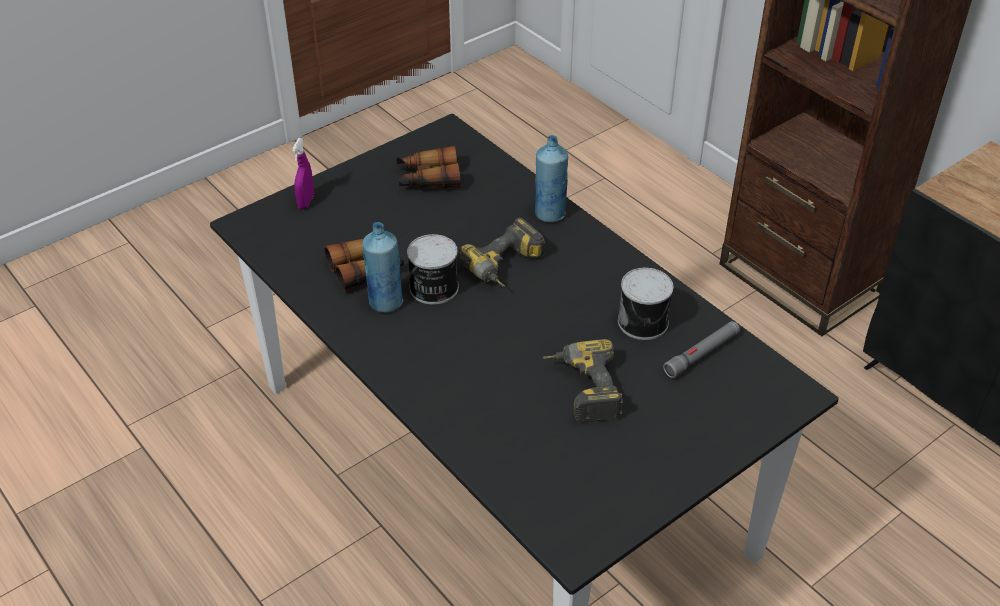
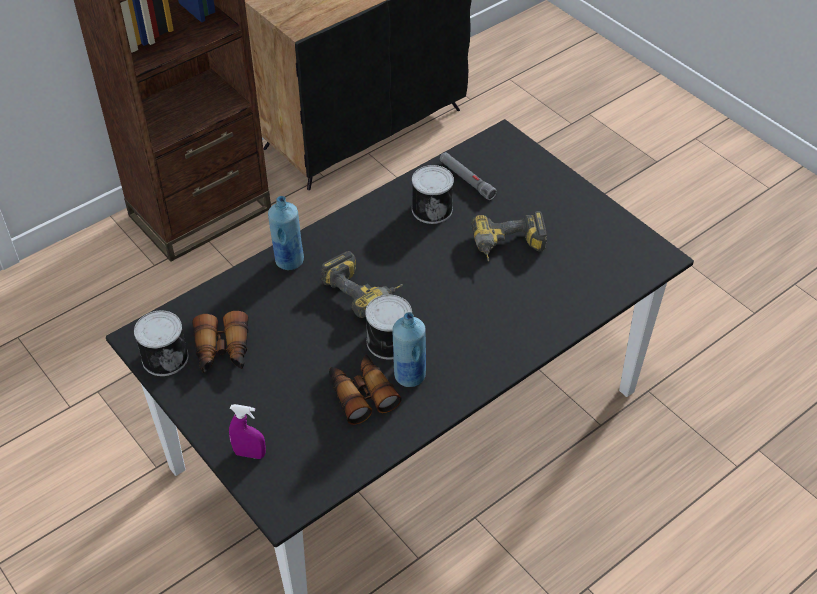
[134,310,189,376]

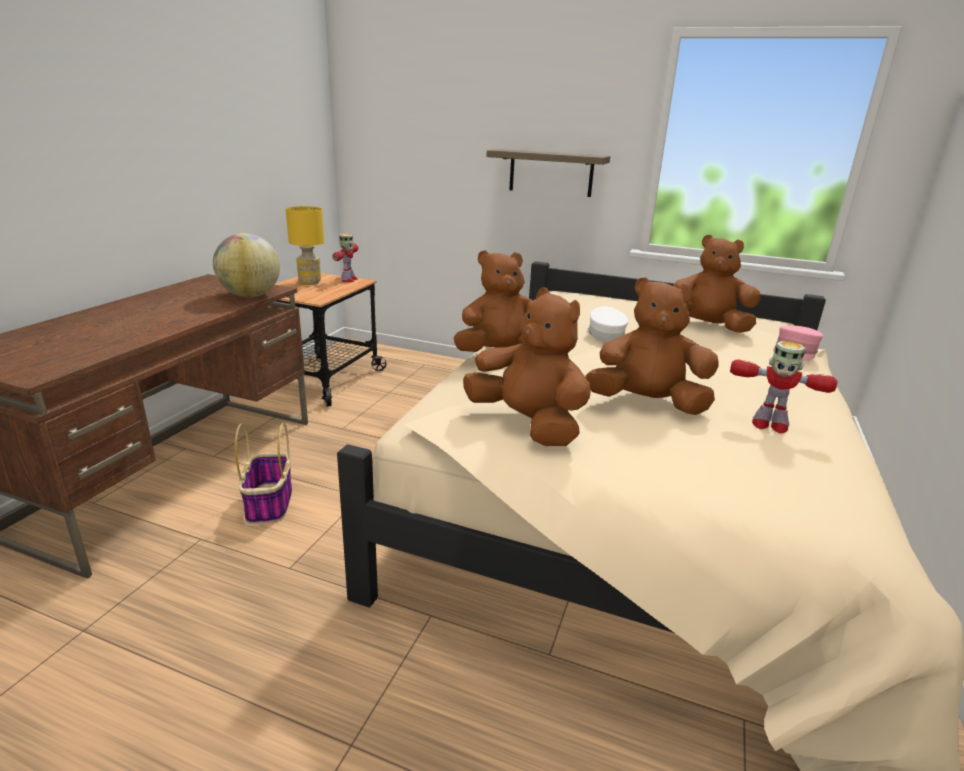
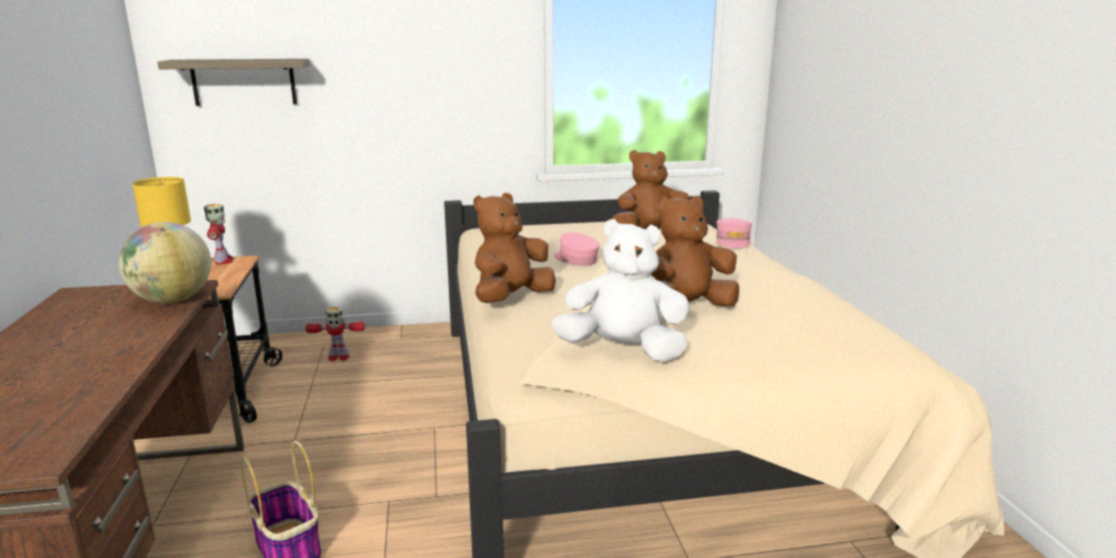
[157,59,310,106]
[305,307,365,361]
[551,219,690,362]
[554,232,599,266]

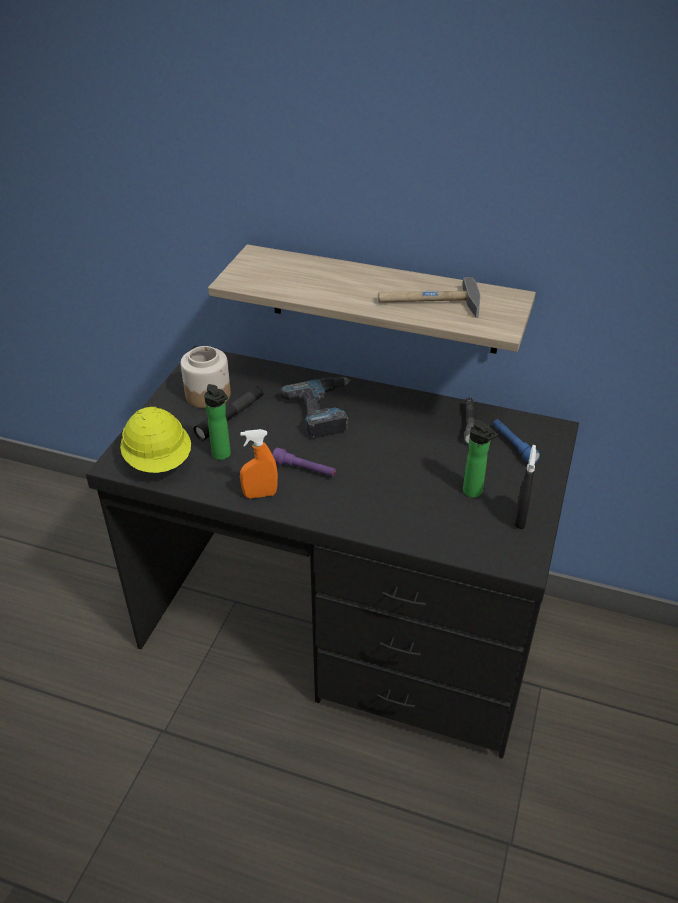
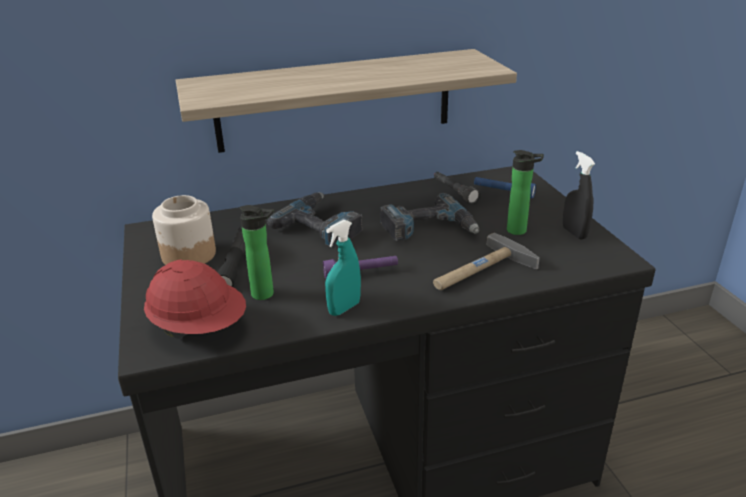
[380,193,479,241]
[433,233,540,290]
[144,259,246,338]
[325,220,361,316]

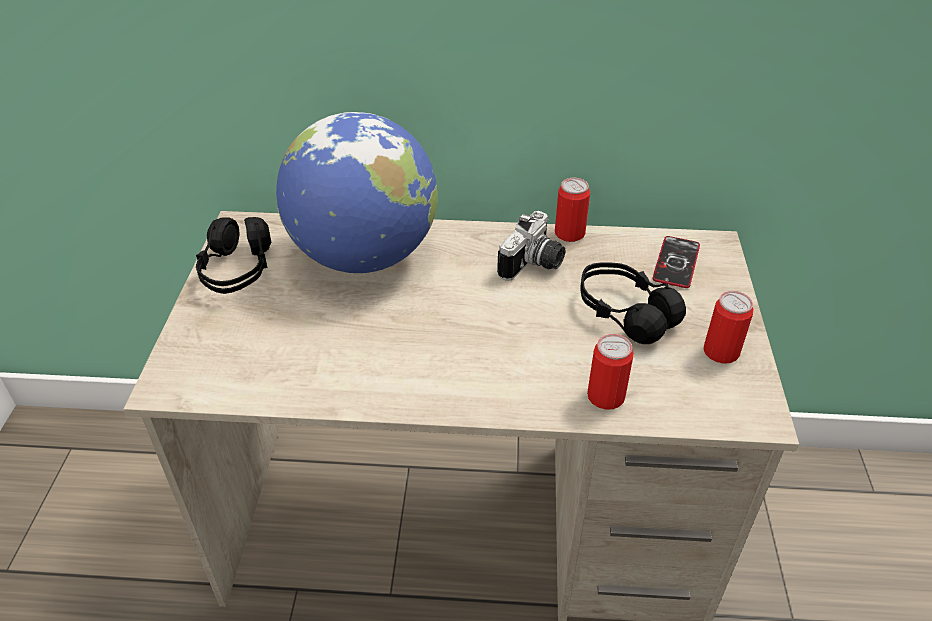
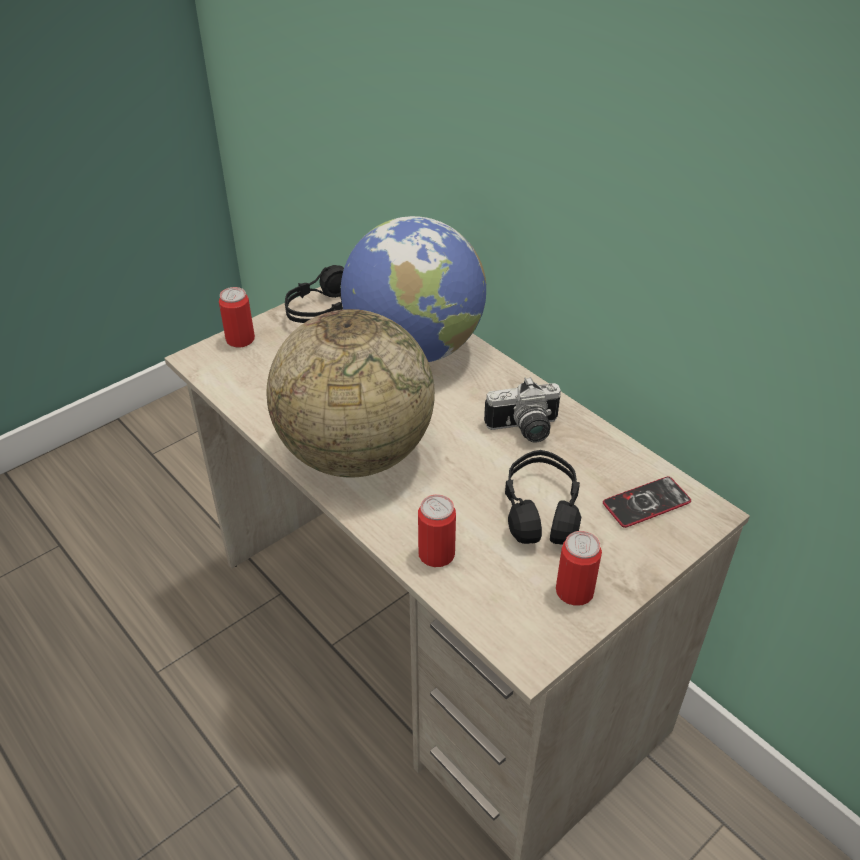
[267,309,435,478]
[219,287,255,347]

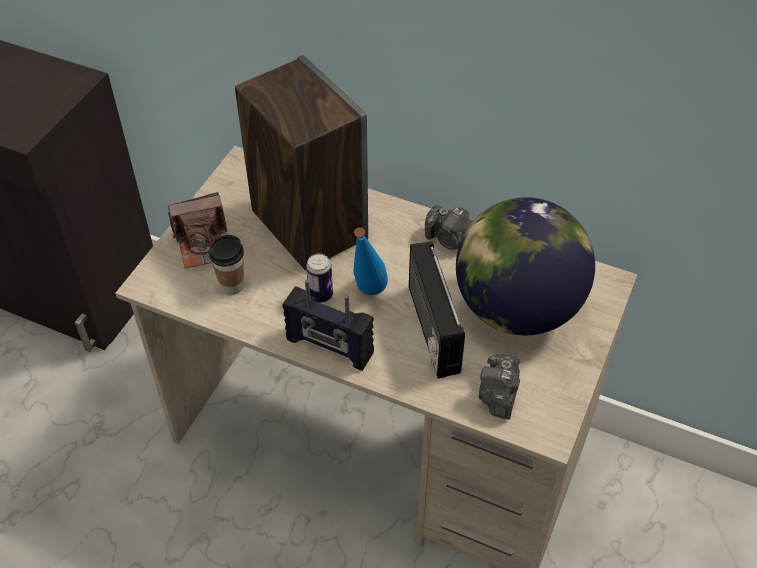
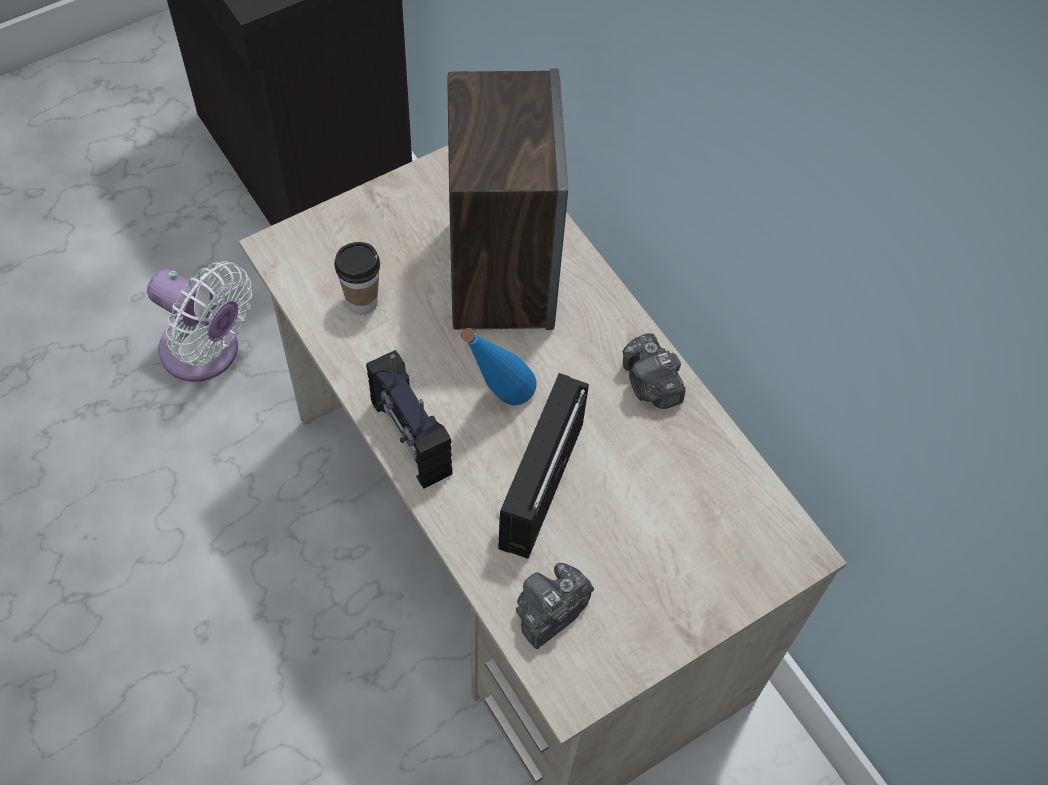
[168,192,227,269] (first image)
[306,254,333,303] (first image)
[456,197,595,335] (first image)
[147,261,252,382]

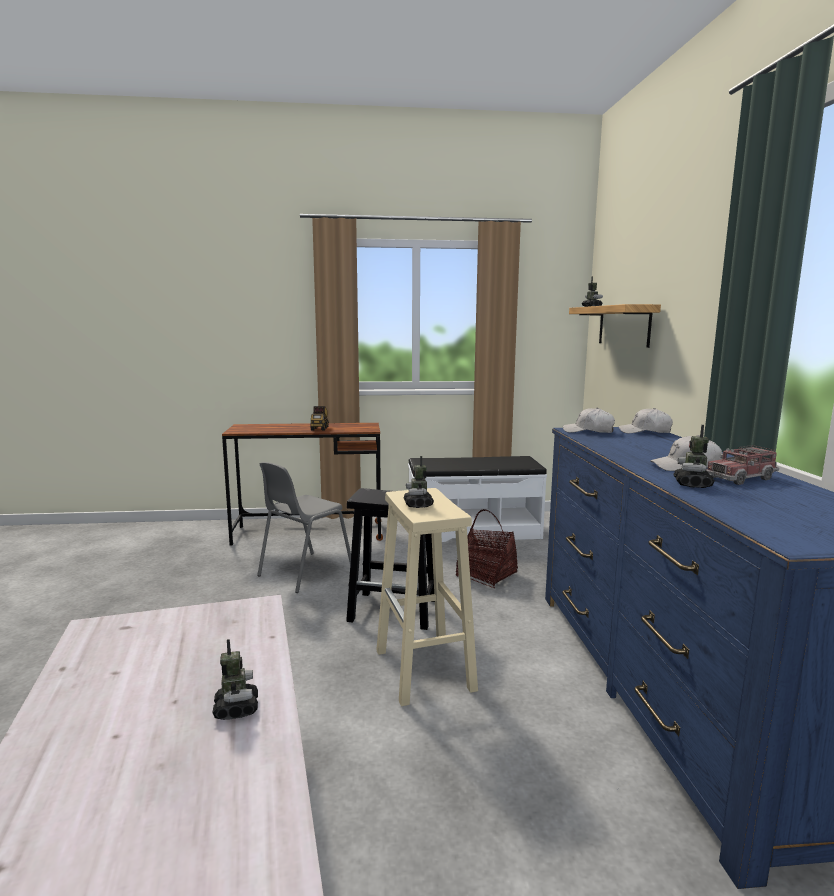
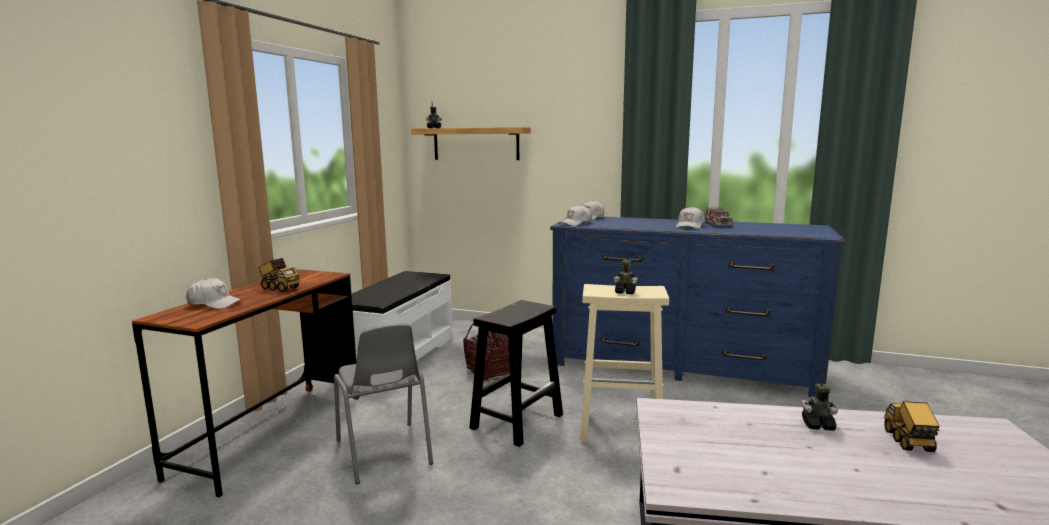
[673,425,715,488] (first image)
[186,278,243,309]
[884,401,940,452]

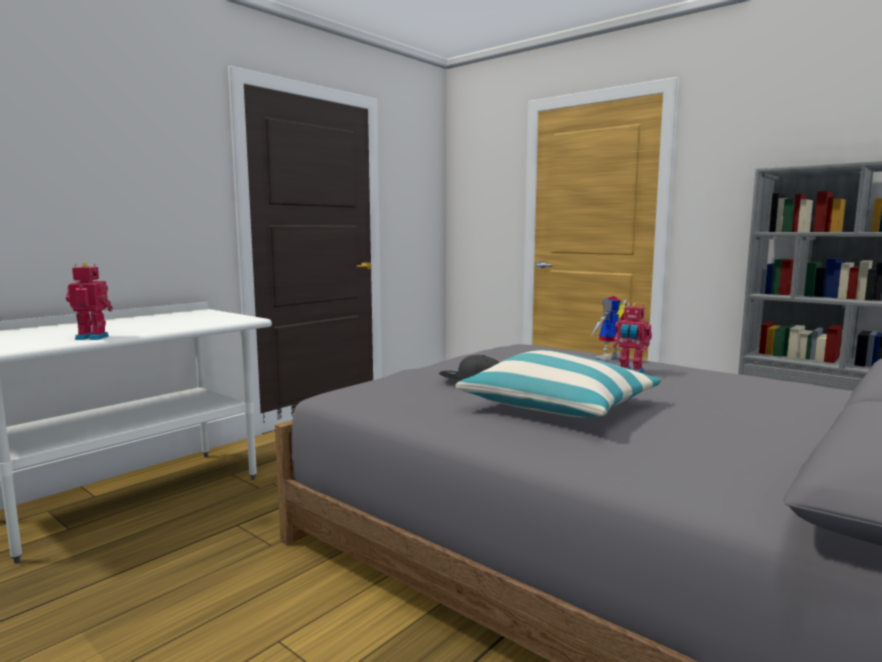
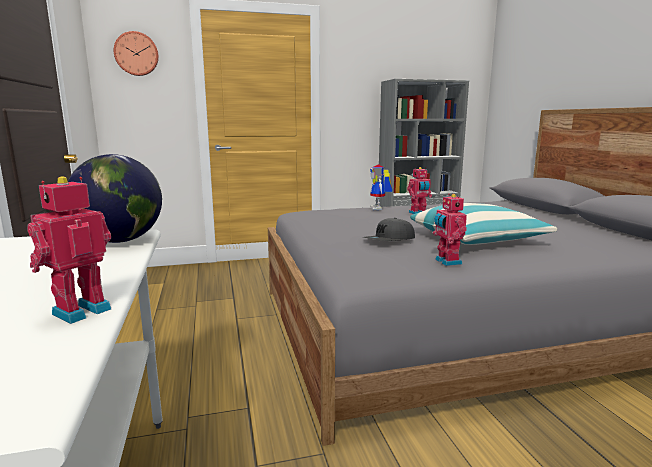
[68,154,162,243]
[114,31,159,76]
[433,194,467,266]

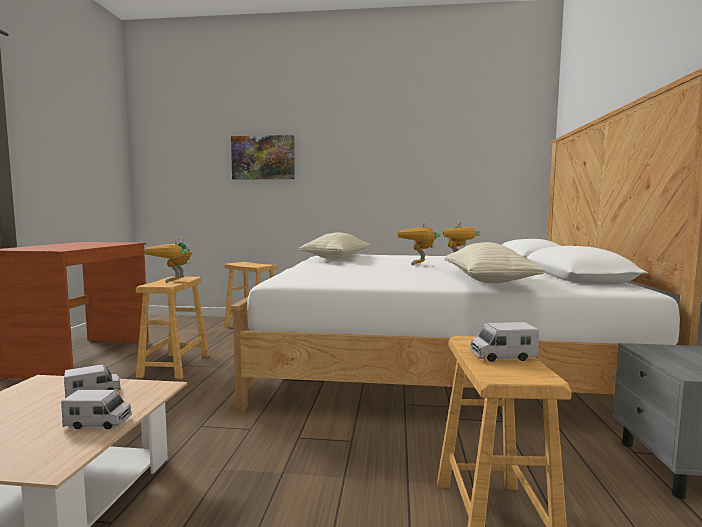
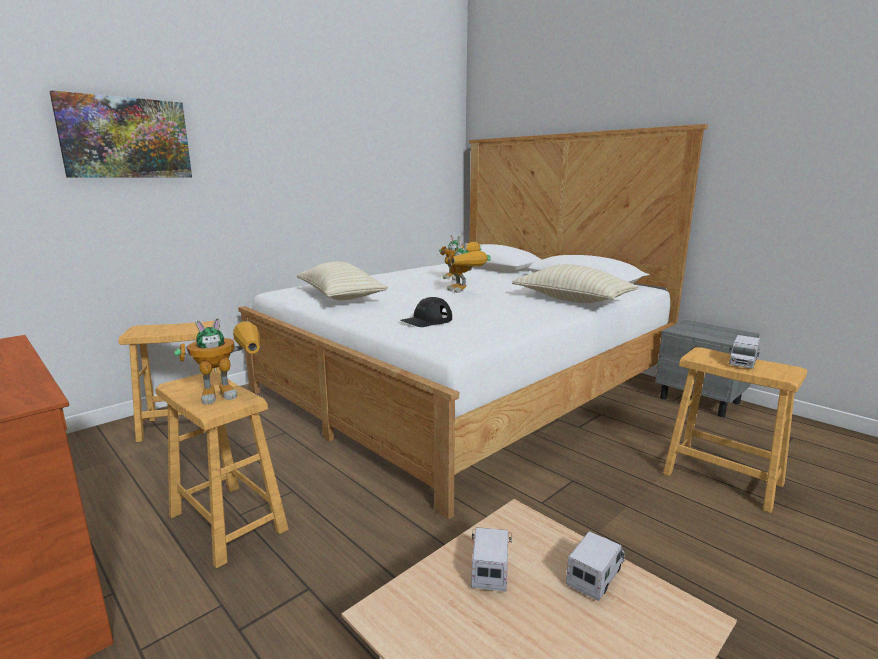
[400,297,452,327]
[174,317,260,405]

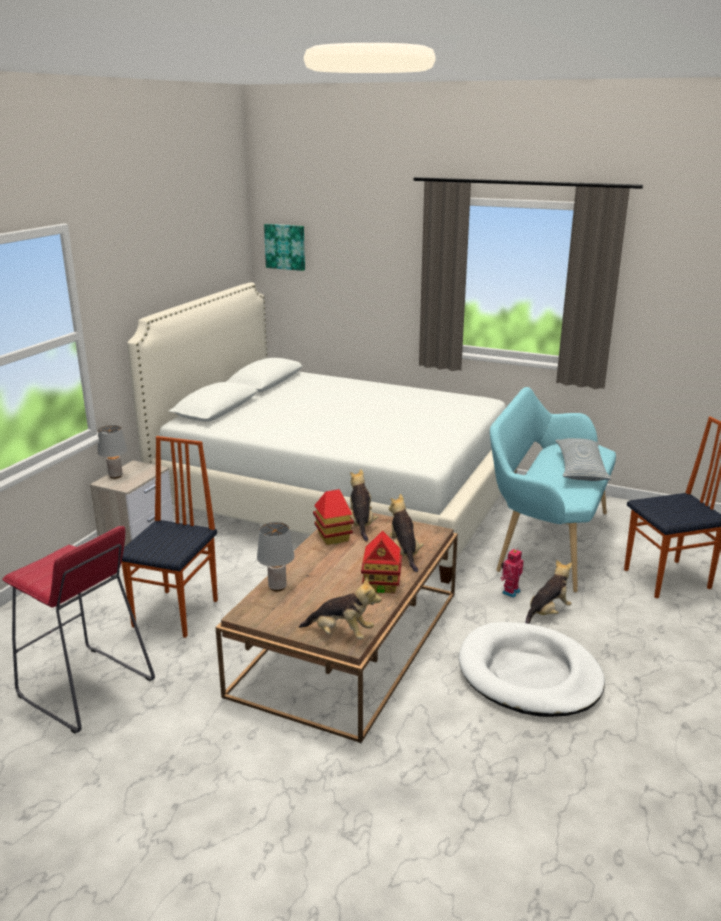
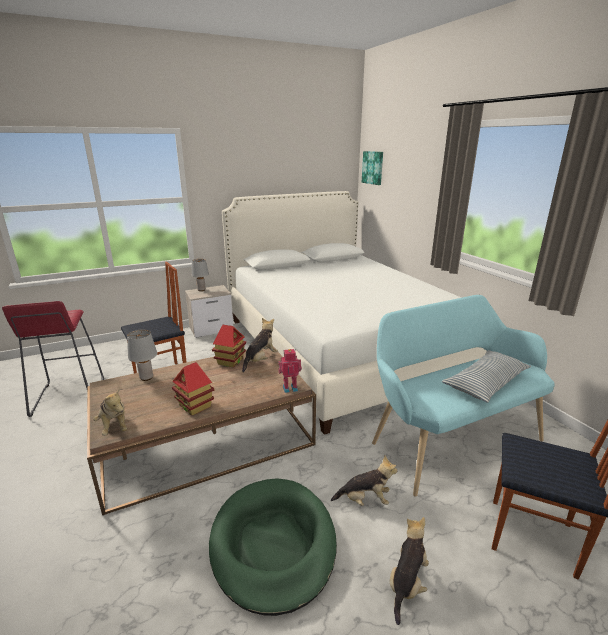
[390,517,429,625]
[279,349,302,393]
[209,478,337,616]

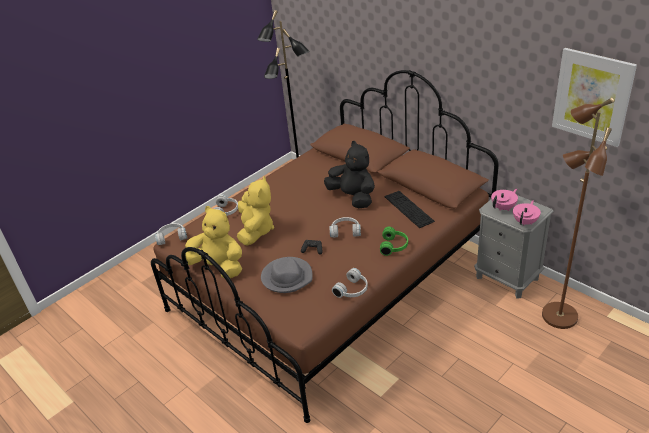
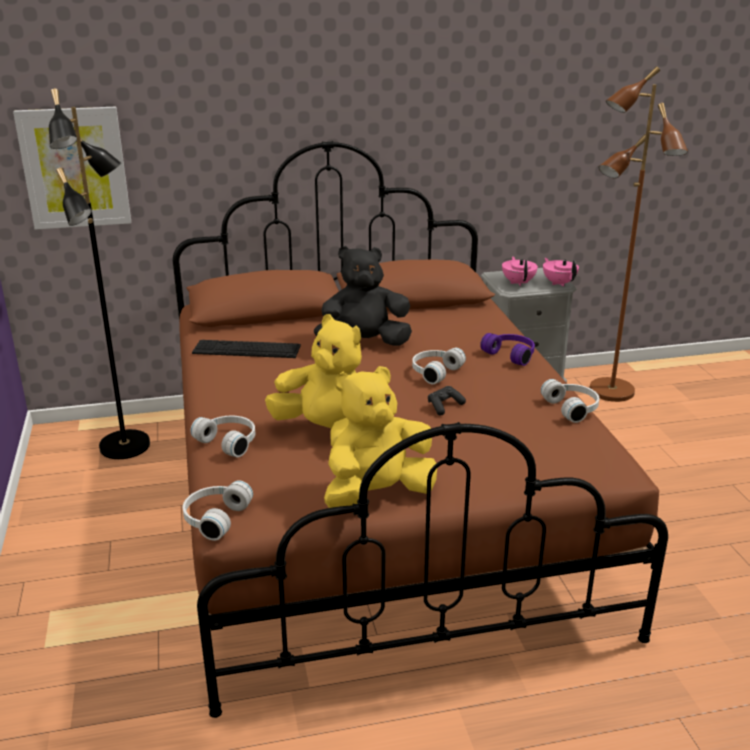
[261,257,313,293] (first image)
[192,340,301,358]
[13,107,131,230]
[480,333,535,366]

